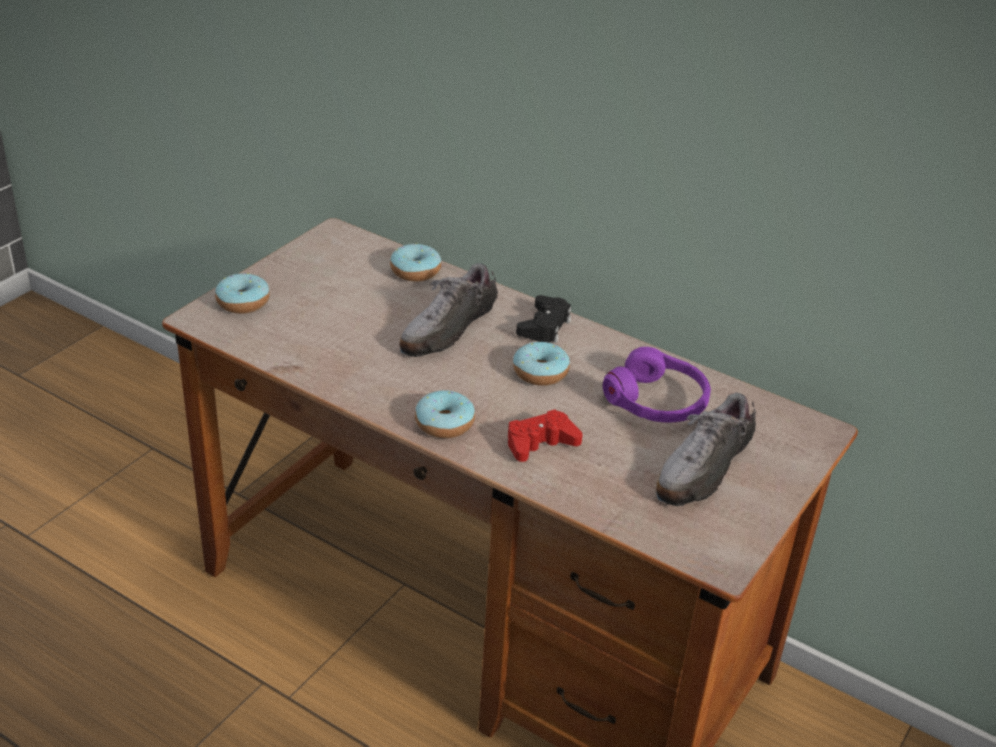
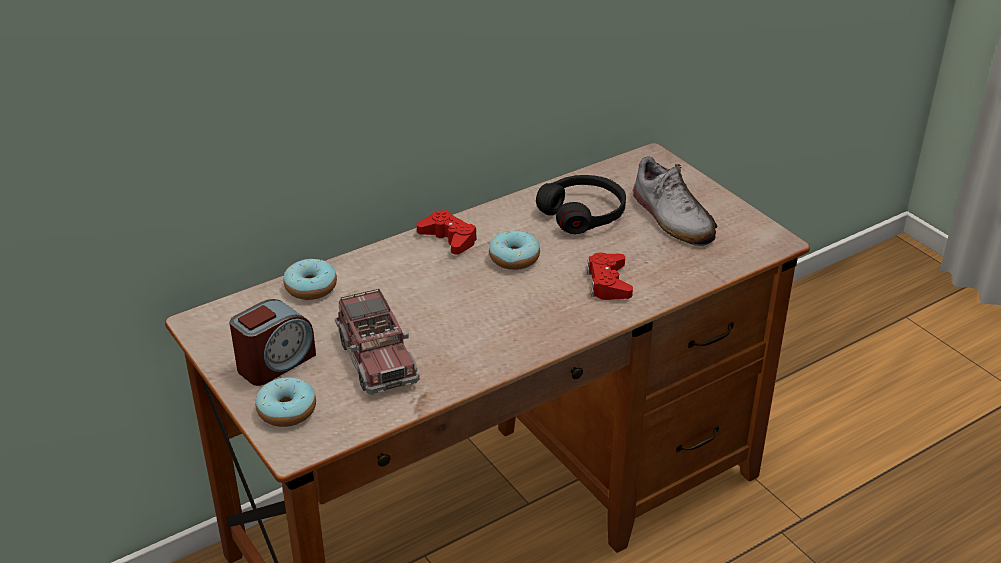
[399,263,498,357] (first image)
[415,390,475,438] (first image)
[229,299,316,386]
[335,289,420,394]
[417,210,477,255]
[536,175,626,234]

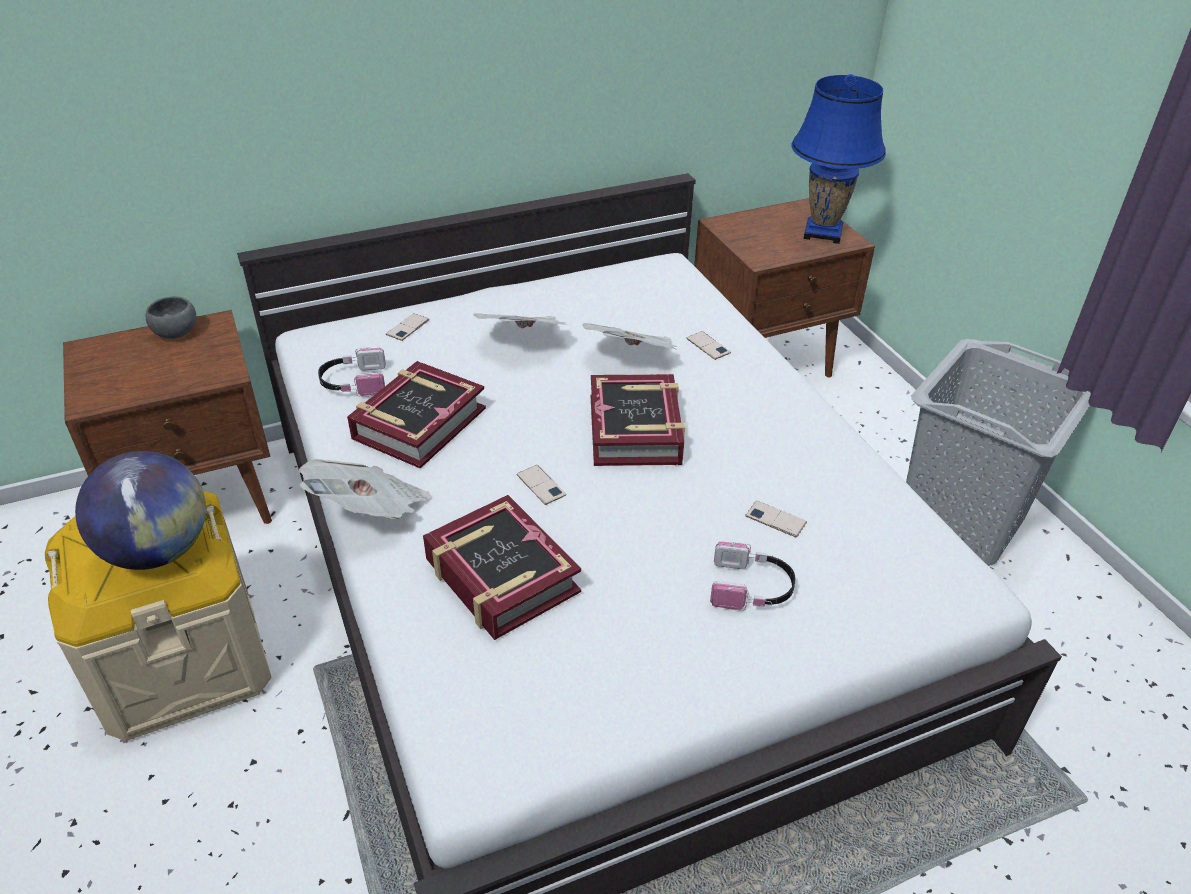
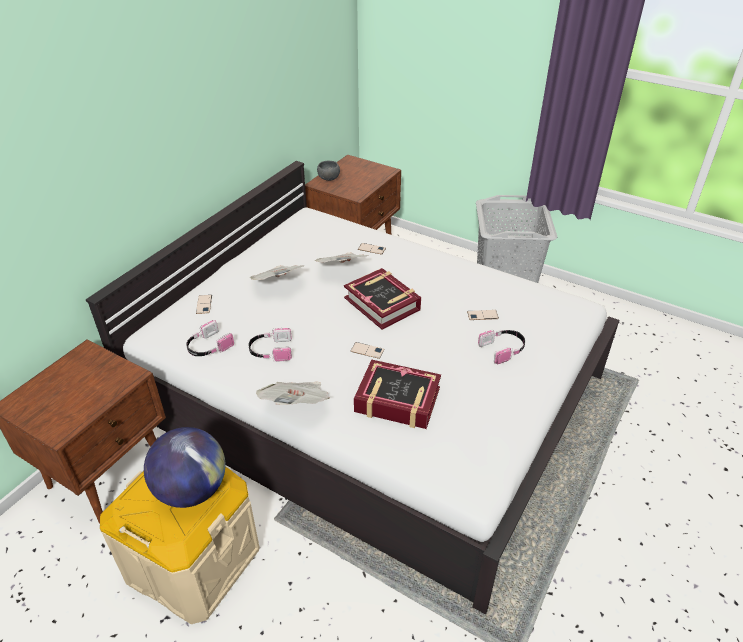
[791,74,886,244] (first image)
[317,161,340,181]
[249,328,292,362]

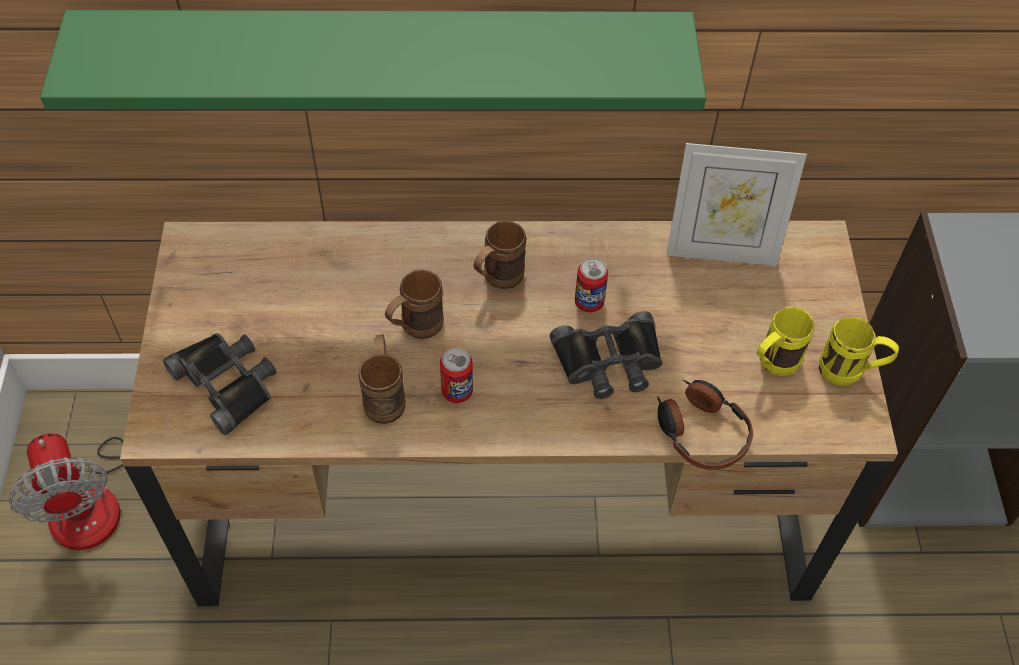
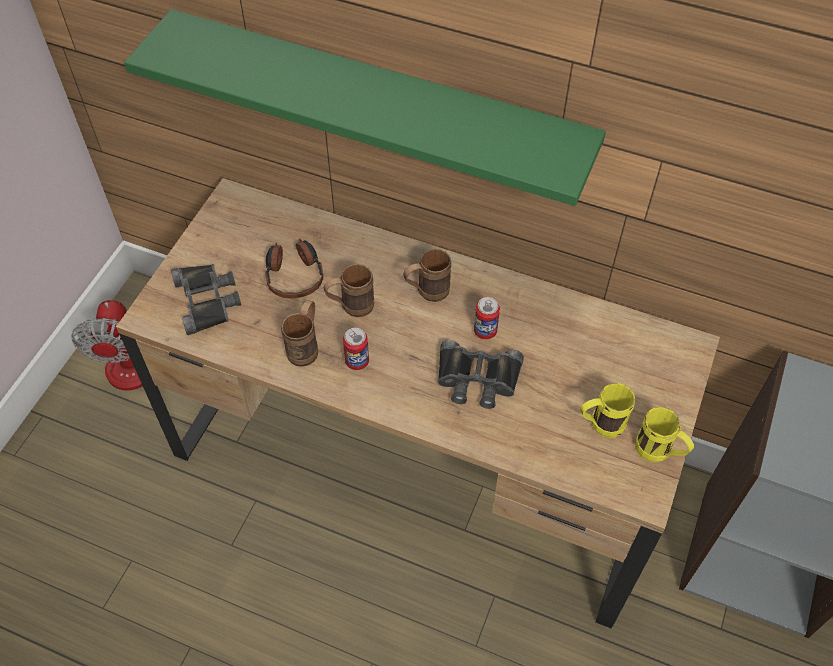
[666,143,807,266] (first image)
[265,239,323,298]

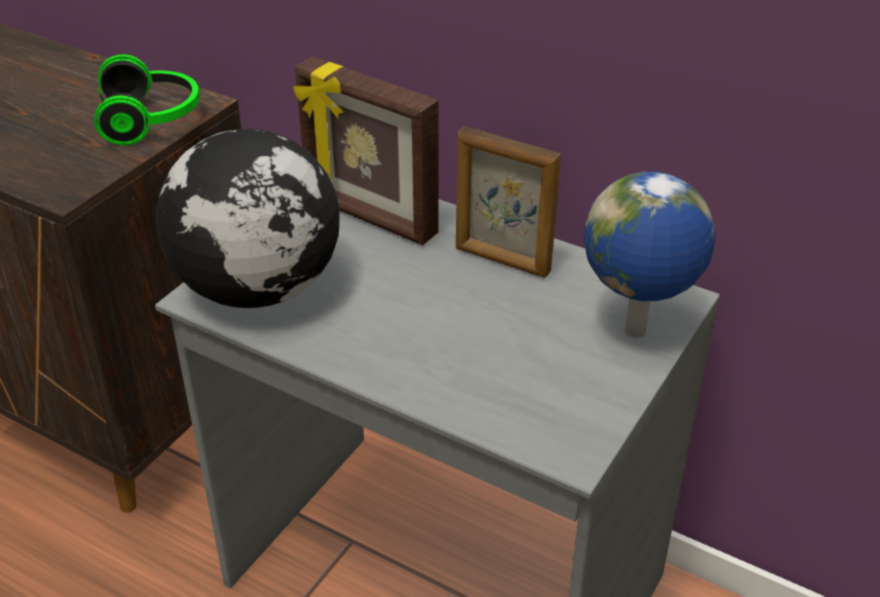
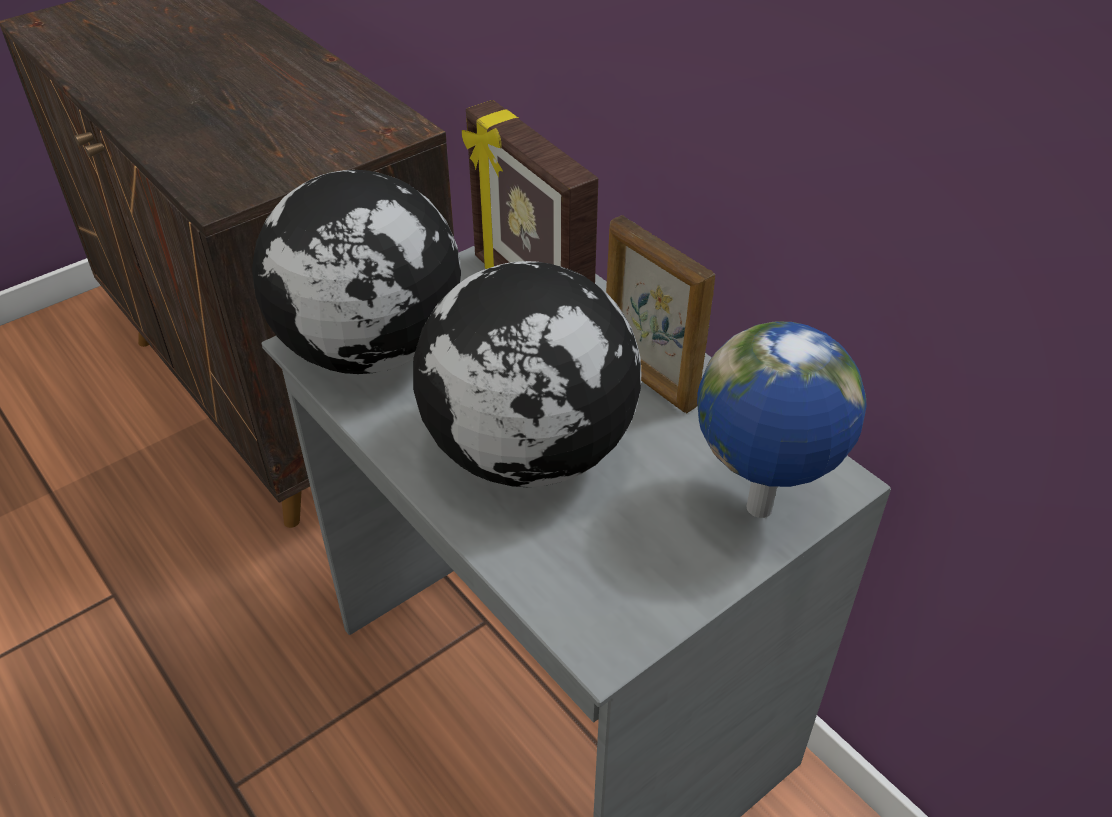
[94,54,200,145] (first image)
[413,261,642,487]

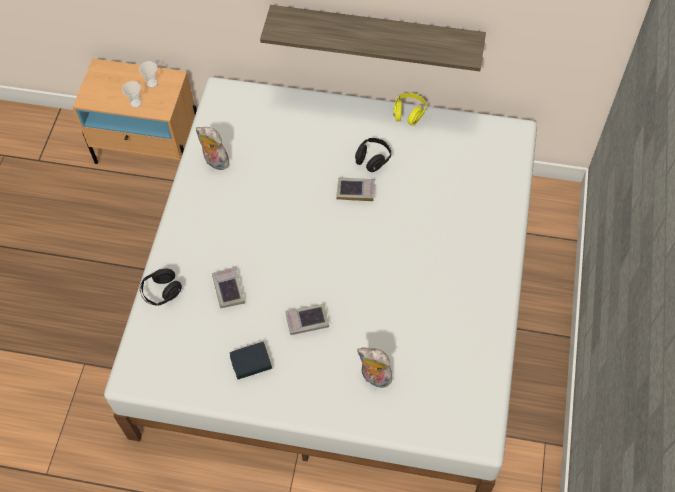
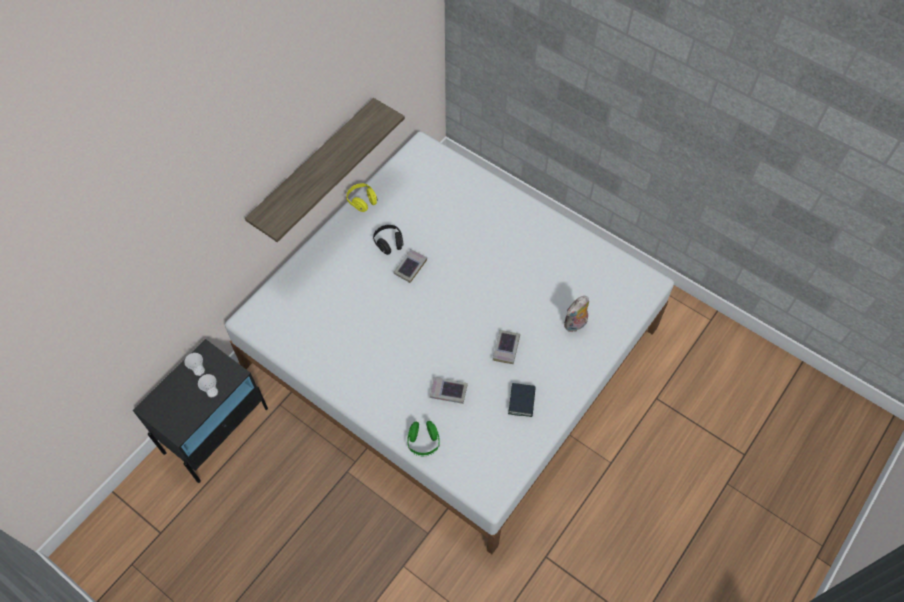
[196,127,230,170] (first image)
[133,339,268,483]
[407,421,440,456]

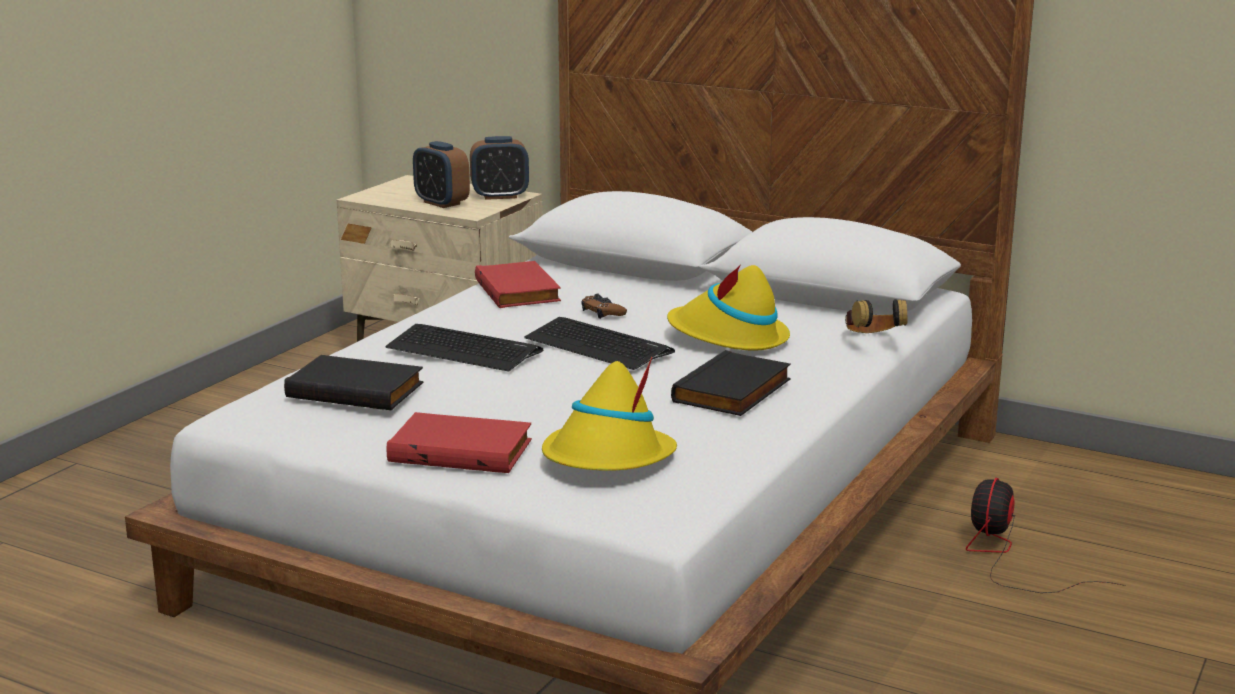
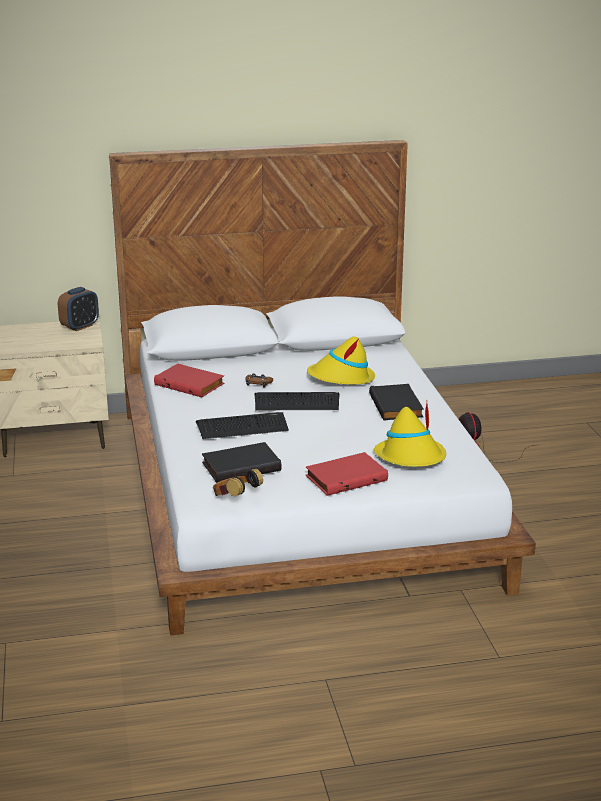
[413,141,470,208] (first image)
[213,468,263,497]

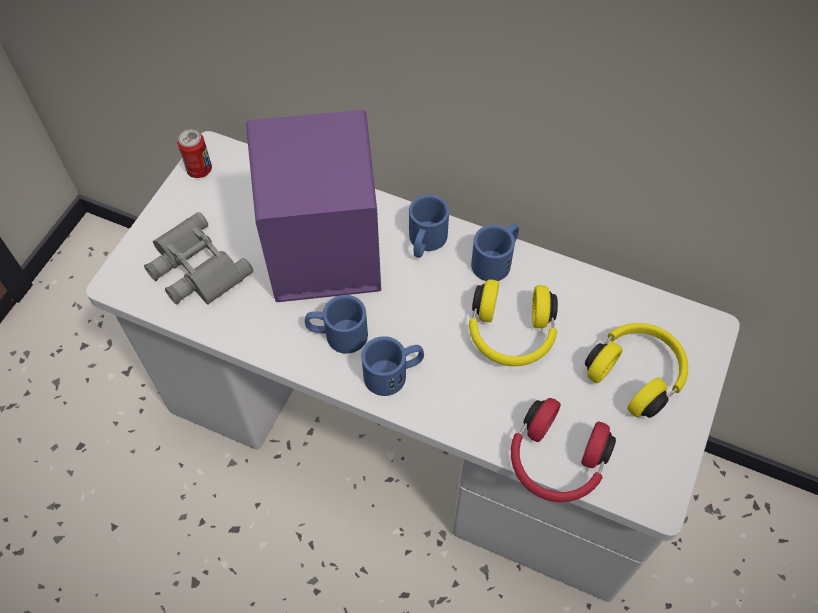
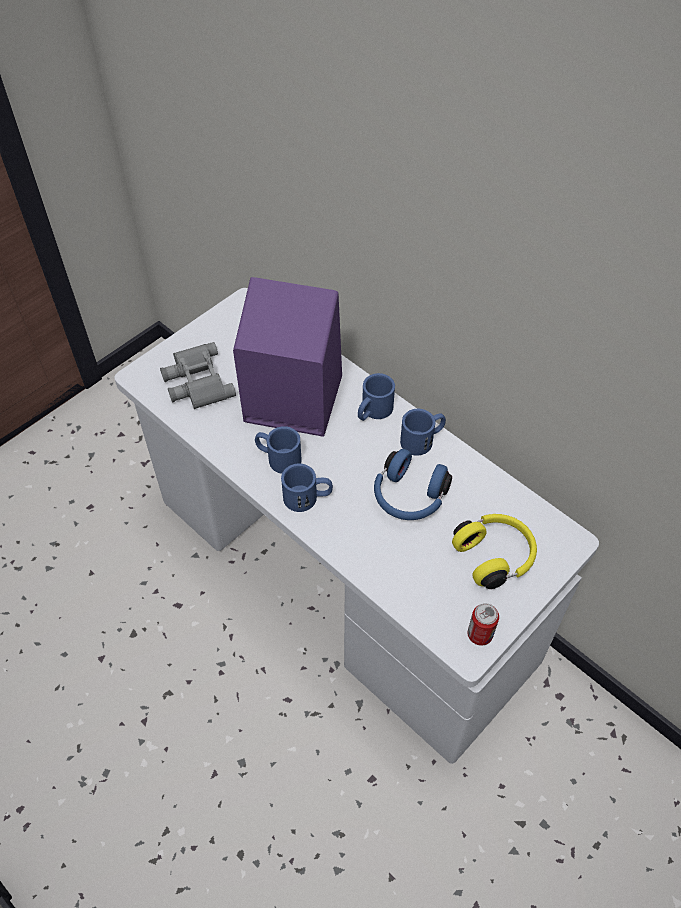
[511,398,616,502] (first image)
[468,603,499,646]
[374,449,452,520]

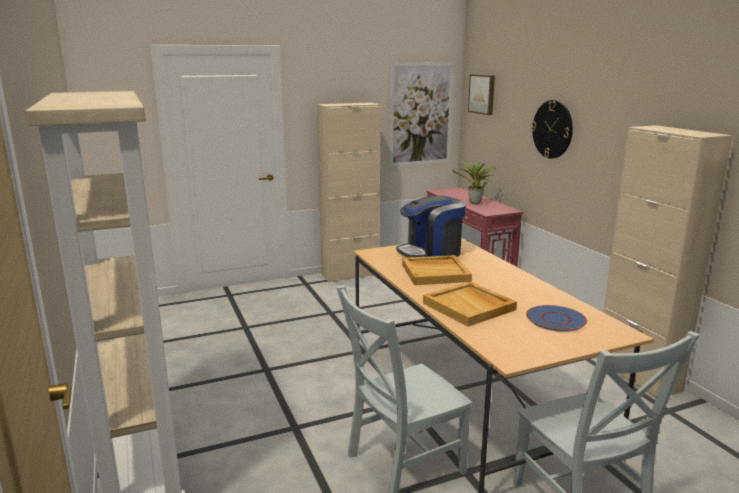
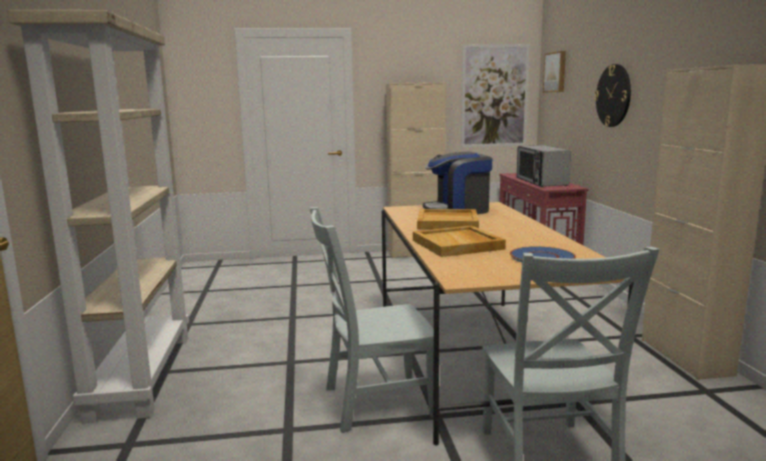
[517,145,571,187]

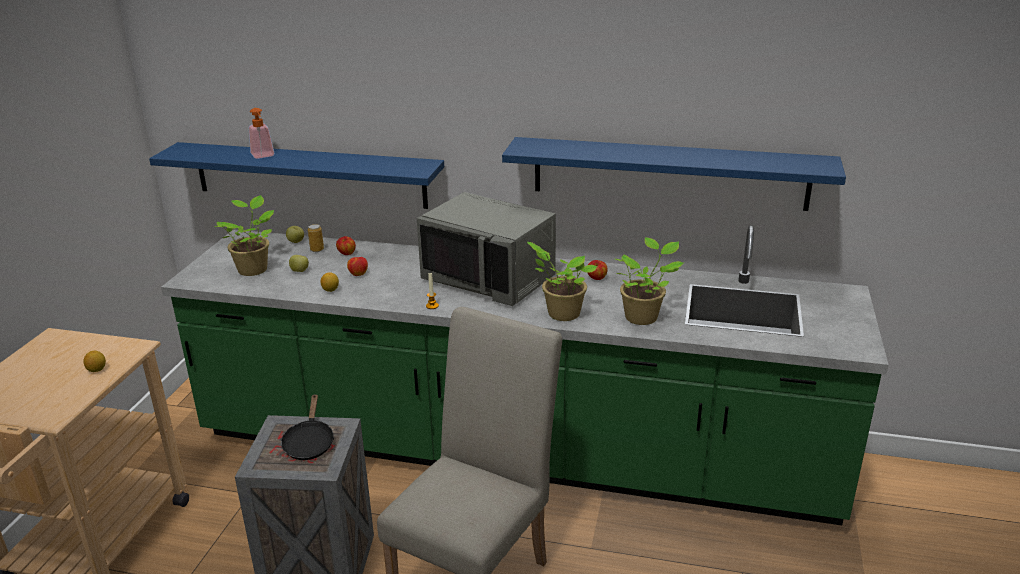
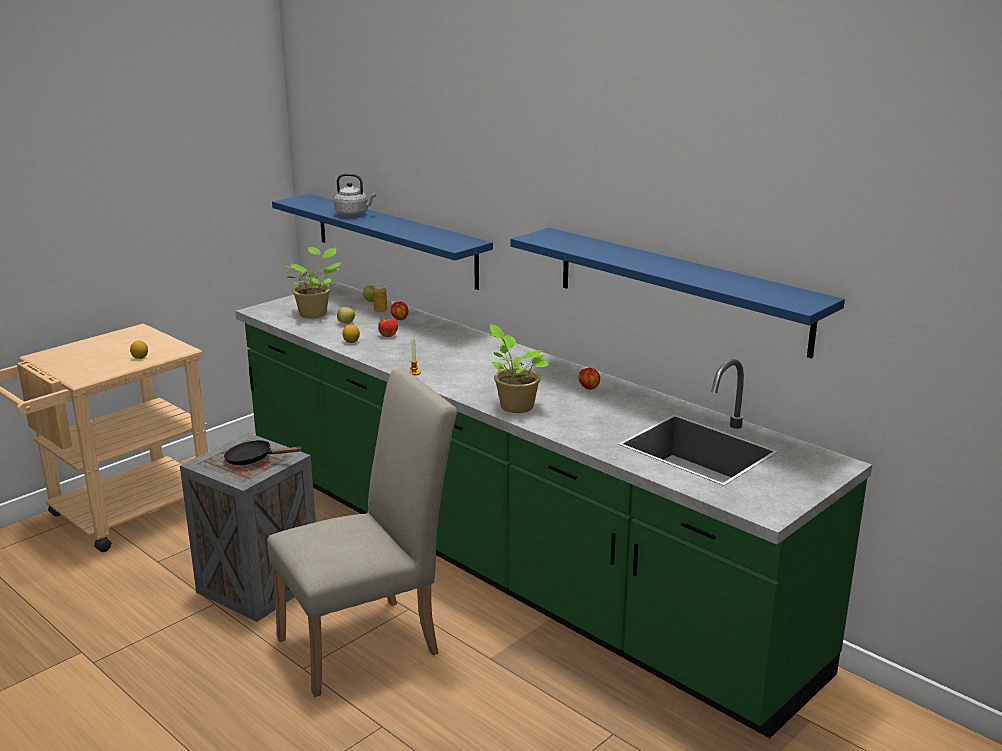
[417,192,556,306] (first image)
[615,237,684,325] (first image)
[334,173,376,216]
[224,440,302,465]

